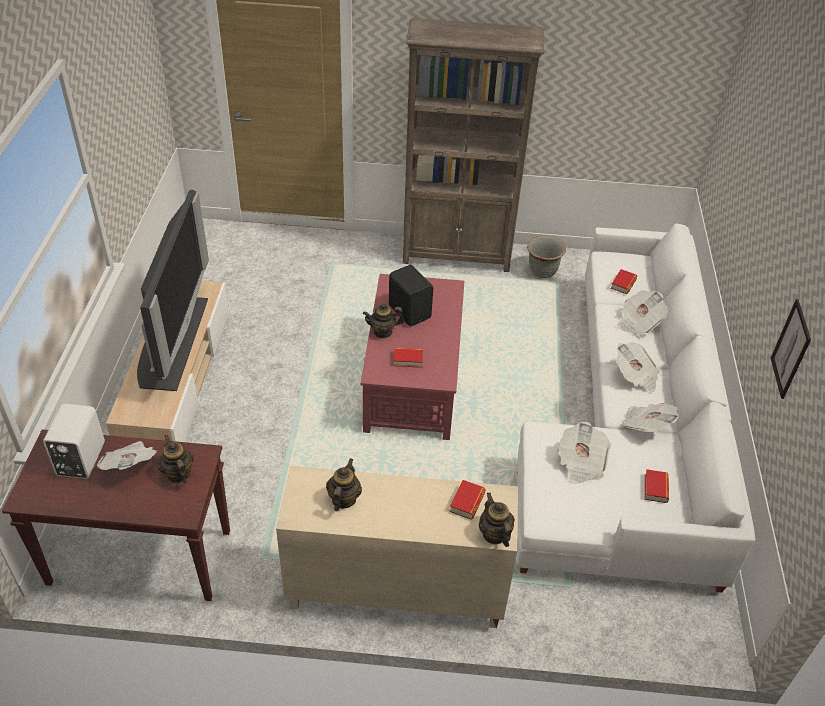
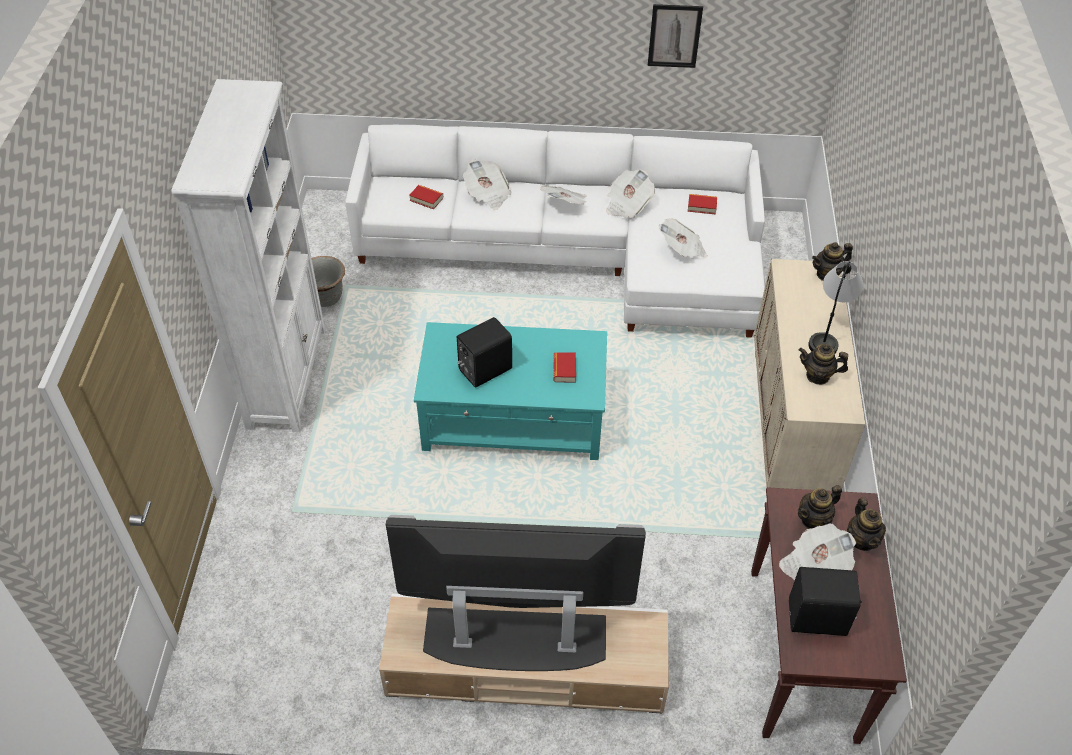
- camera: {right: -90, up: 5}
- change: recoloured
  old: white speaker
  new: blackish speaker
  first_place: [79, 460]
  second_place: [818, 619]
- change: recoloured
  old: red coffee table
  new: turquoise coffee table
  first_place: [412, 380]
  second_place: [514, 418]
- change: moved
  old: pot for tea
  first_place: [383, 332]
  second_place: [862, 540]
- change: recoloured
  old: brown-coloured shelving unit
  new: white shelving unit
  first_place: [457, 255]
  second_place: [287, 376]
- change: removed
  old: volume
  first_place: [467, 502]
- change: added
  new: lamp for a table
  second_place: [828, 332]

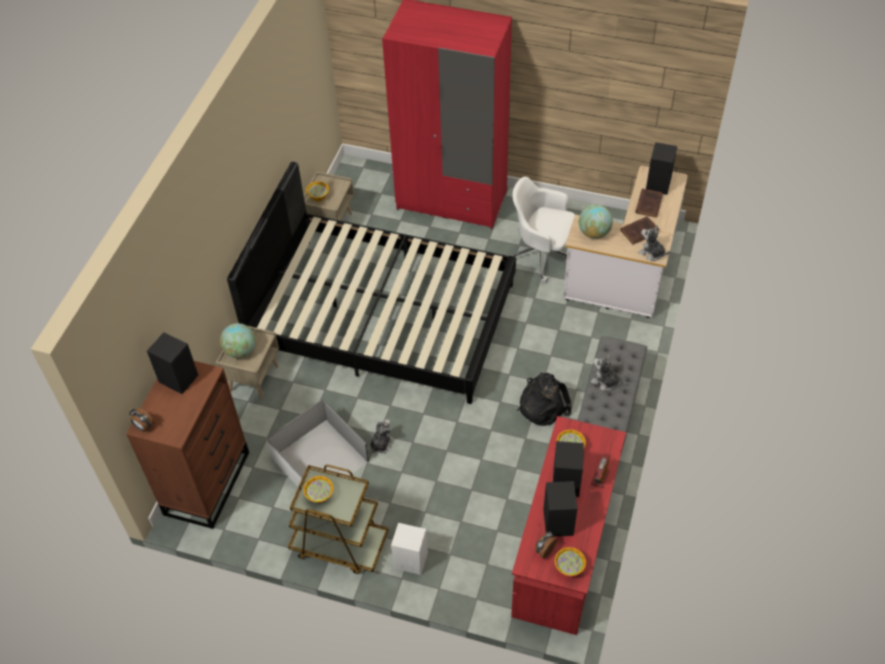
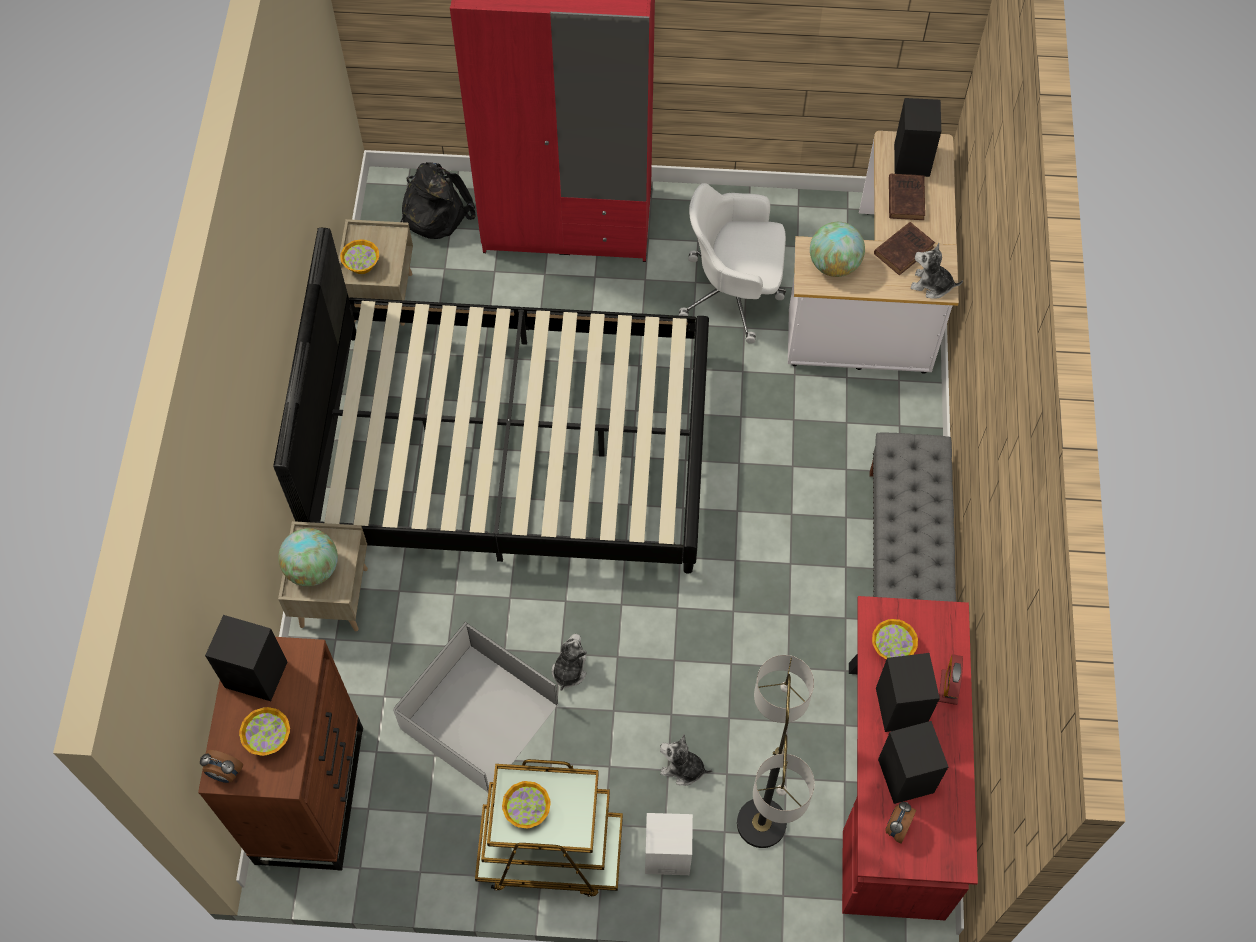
- camera: {right: -15, up: 10}
- change: moved
  old: blackish rucksack
  first_place: [542, 405]
  second_place: [434, 211]
- change: moved
  old: bowl
  first_place: [569, 567]
  second_place: [269, 738]
- change: moved
  old: soft toy
  first_place: [605, 382]
  second_place: [682, 768]
- change: added
  new: standing lamp
  second_place: [761, 823]

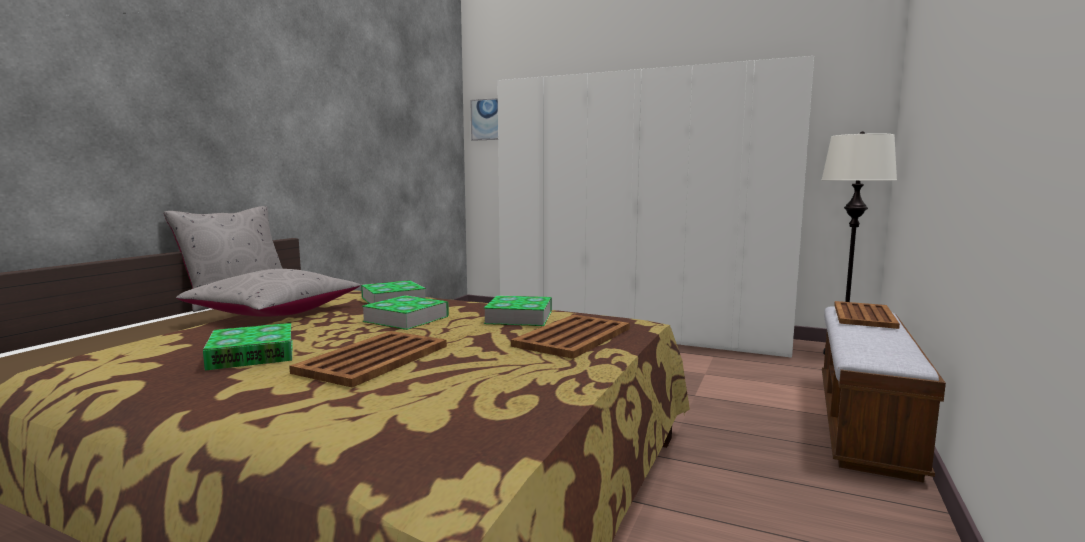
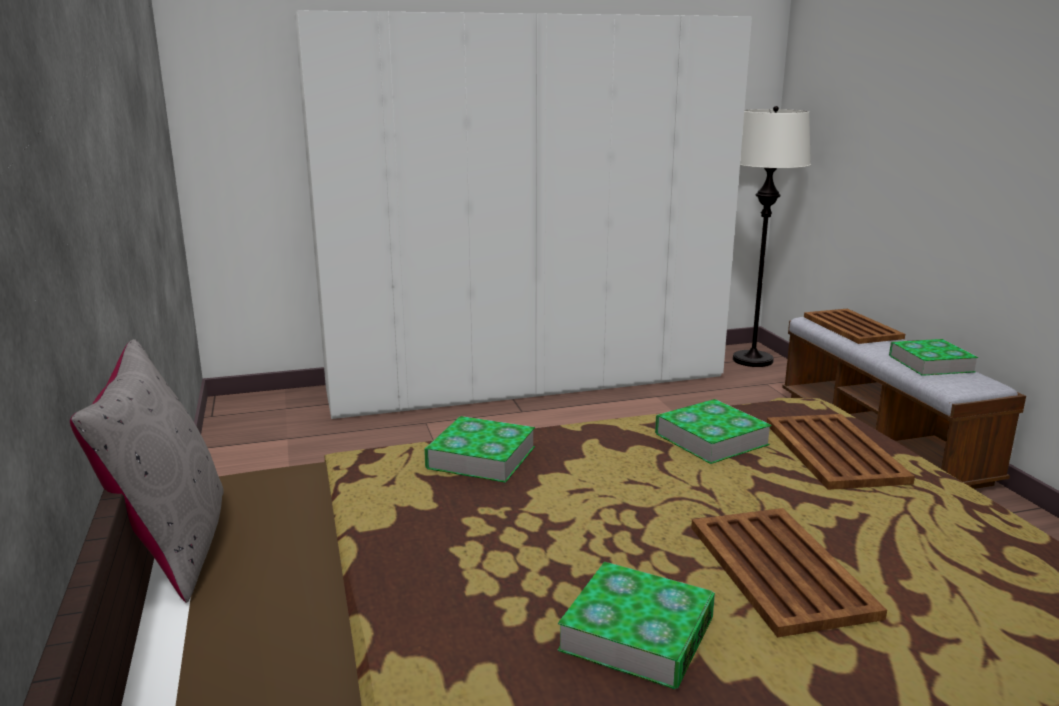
- camera: {right: -40, up: 10}
- change: removed
  old: greyish cushion
  first_place: [274, 312]
- change: moved
  old: volume
  first_place: [406, 319]
  second_place: [931, 363]
- change: removed
  old: wall picture
  first_place: [489, 119]

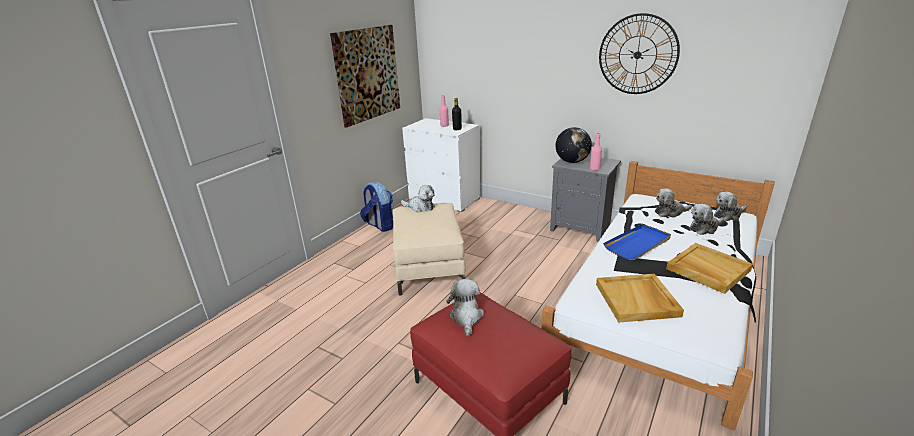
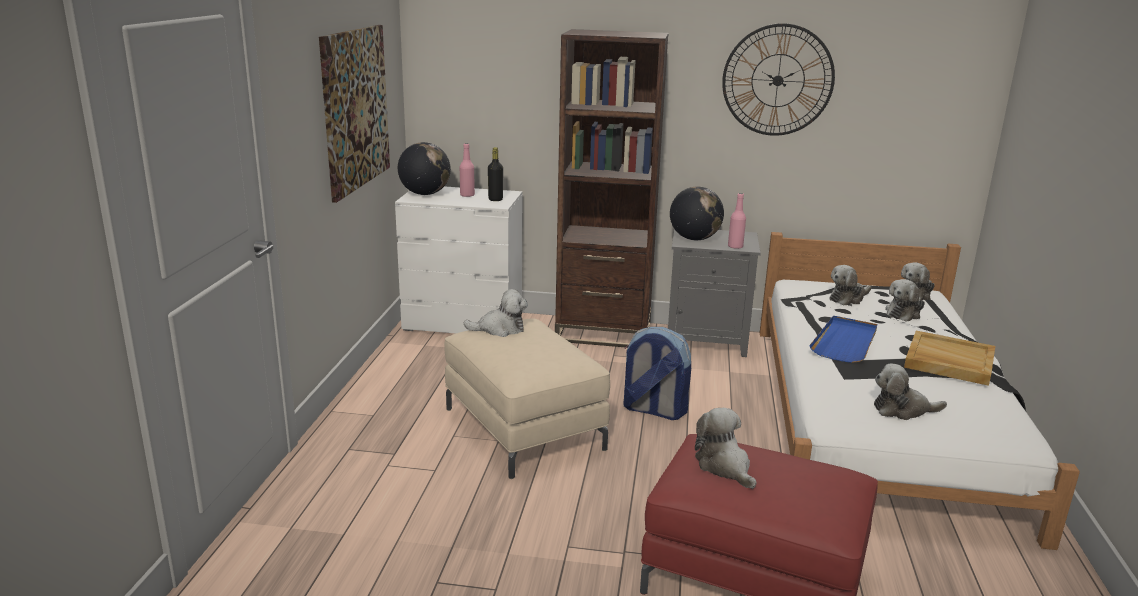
- camera: {right: -25, up: -5}
- change: moved
  old: rucksack
  first_place: [379, 225]
  second_place: [653, 410]
- change: replaced
  old: sand-coloured tray
  new: soft toy
  first_place: [637, 300]
  second_place: [902, 410]
- change: added
  new: world globe
  second_place: [425, 194]
- change: added
  new: brown-coloured shelving unit
  second_place: [603, 332]

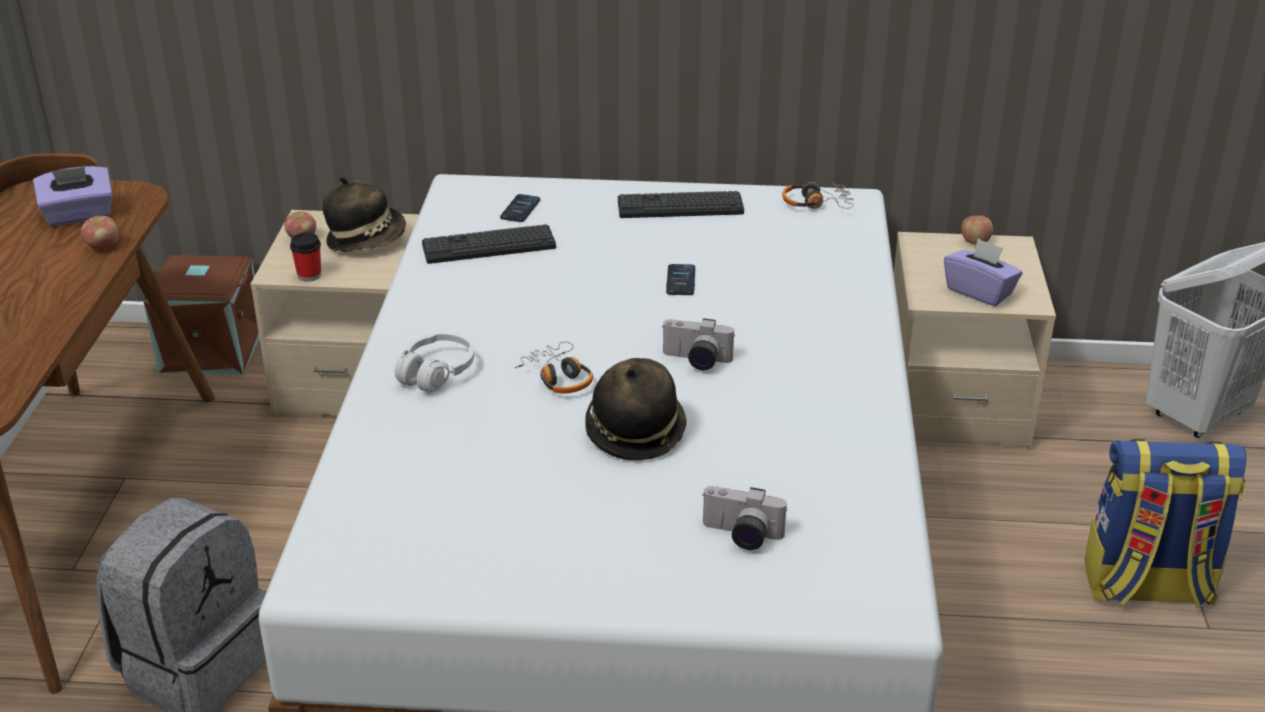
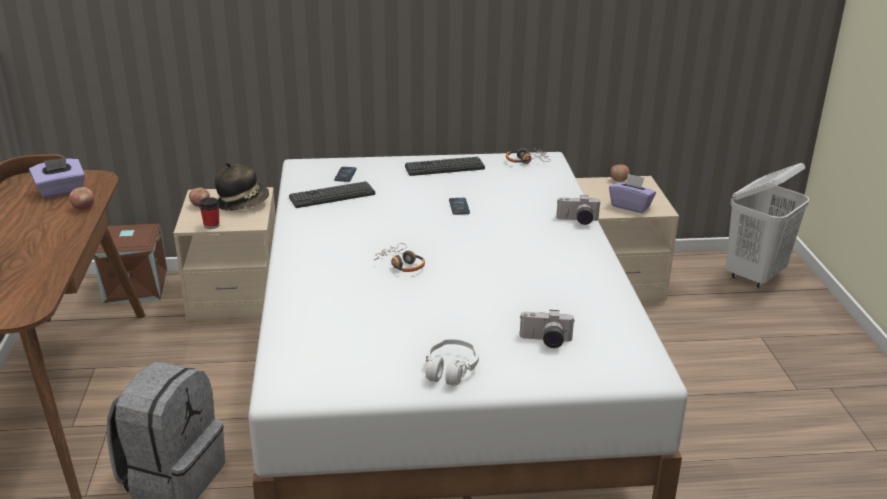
- camera: {right: -10, up: -5}
- change: moved
  old: white headphones
  first_place: [436, 373]
  second_place: [450, 370]
- change: removed
  old: wearable hat
  first_place: [635, 431]
- change: moved
  old: still camera
  first_place: [695, 361]
  second_place: [577, 221]
- change: removed
  old: rucksack
  first_place: [1146, 587]

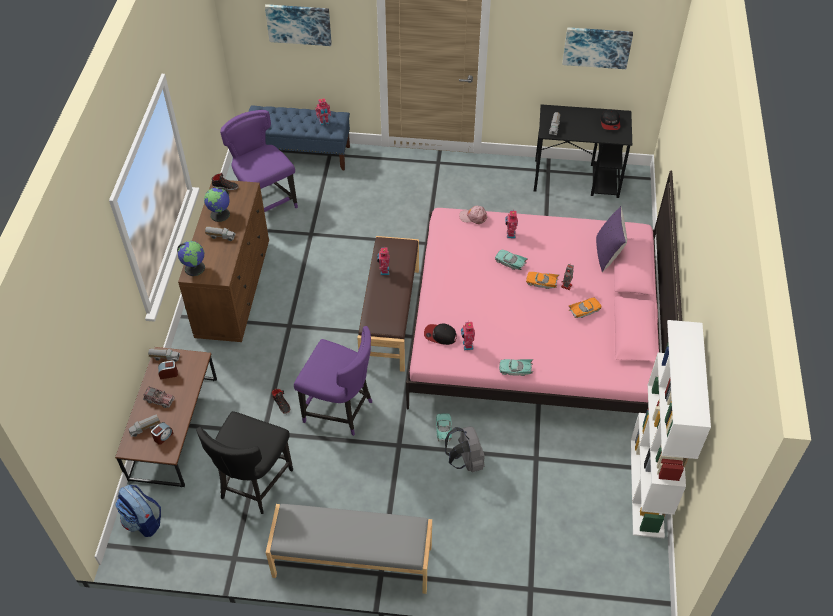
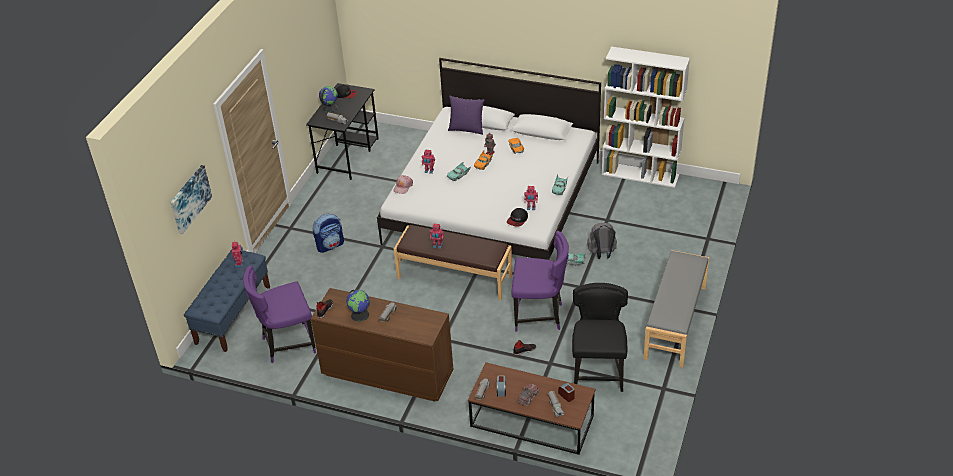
- camera: {right: -75, up: -10}
- change: moved
  old: rucksack
  first_place: [143, 521]
  second_place: [330, 245]
- change: moved
  old: world globe
  first_place: [195, 268]
  second_place: [329, 108]
- change: turned
  old: blackish plain chair
  first_place: [253, 484]
  second_place: [598, 372]
  degrees: -120
- change: turned
  old: purple plain chair
  first_place: [340, 410]
  second_place: [539, 316]
  degrees: 60
- change: recoloured
  old: pinkish sleeping bed
  new: white sleeping bed
  first_place: [535, 330]
  second_place: [493, 202]
- change: removed
  old: wall picture
  first_place: [597, 47]

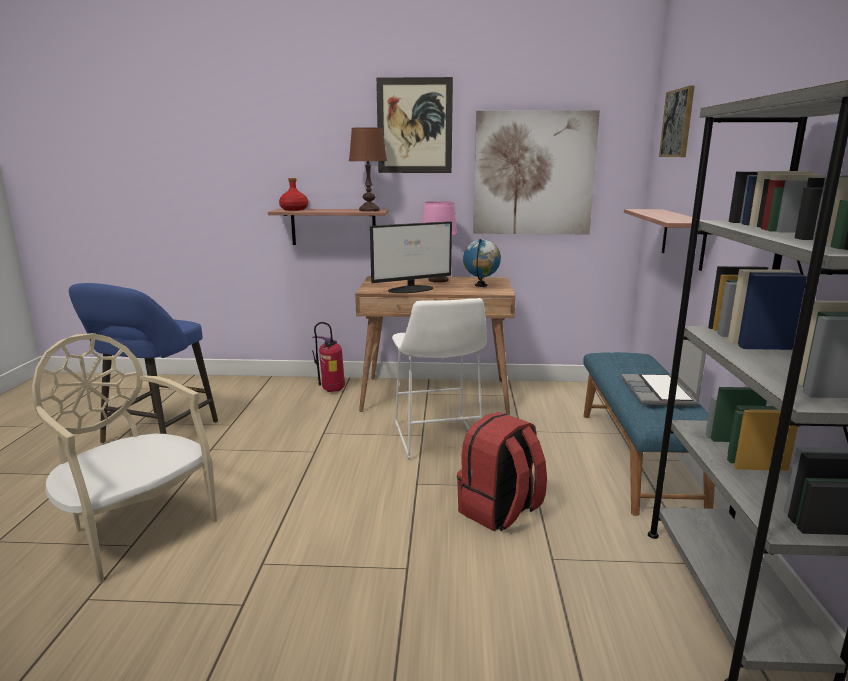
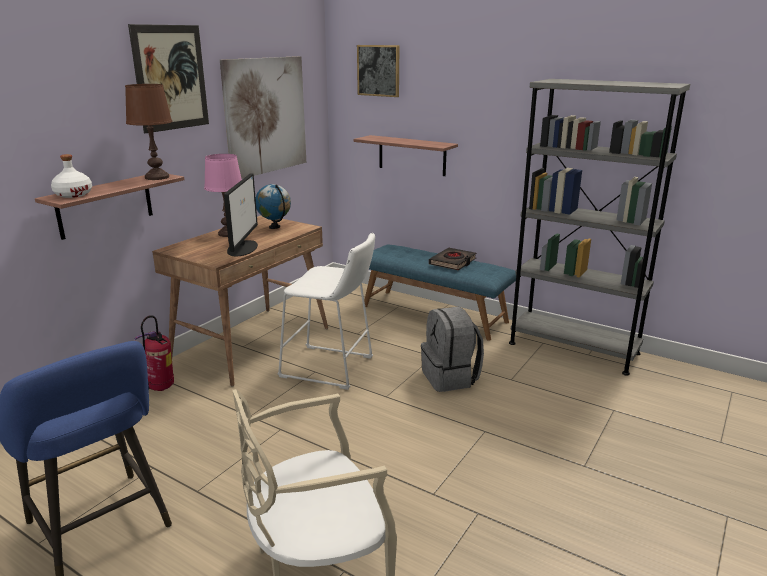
- camera: {right: -60, up: 5}
- change: recoloured
  old: red bottle
  new: white bottle
  first_place: [294, 209]
  second_place: [73, 194]
- change: recoloured
  old: red rucksack
  new: greyish rucksack
  first_place: [500, 511]
  second_place: [450, 378]
- change: replaced
  old: laptop
  new: blackish volume
  first_place: [659, 392]
  second_place: [453, 262]

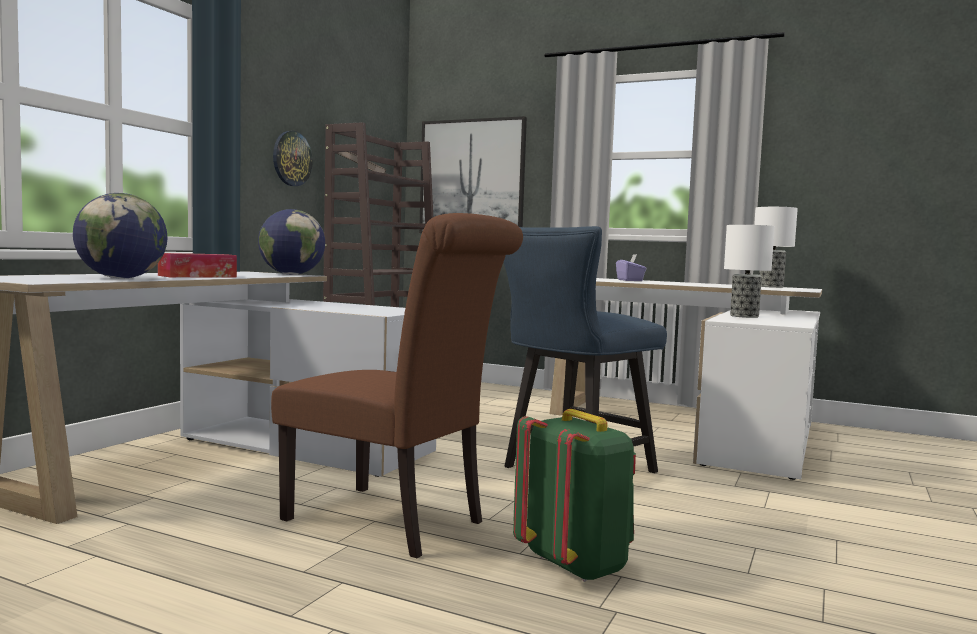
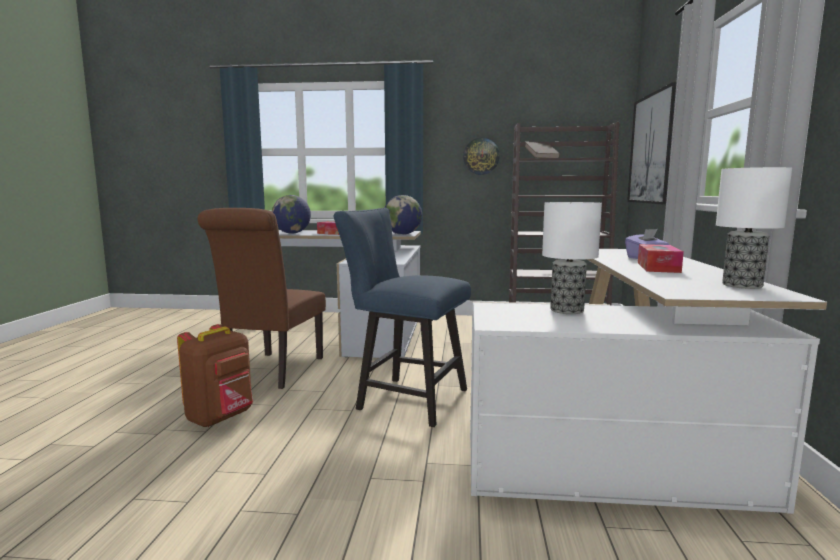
- camera: {right: 70, up: 5}
- change: recoloured
  old: green rucksack
  new: brown-coloured rucksack
  first_place: [575, 564]
  second_place: [221, 418]
- change: added
  new: tissue holder
  second_place: [658, 267]

